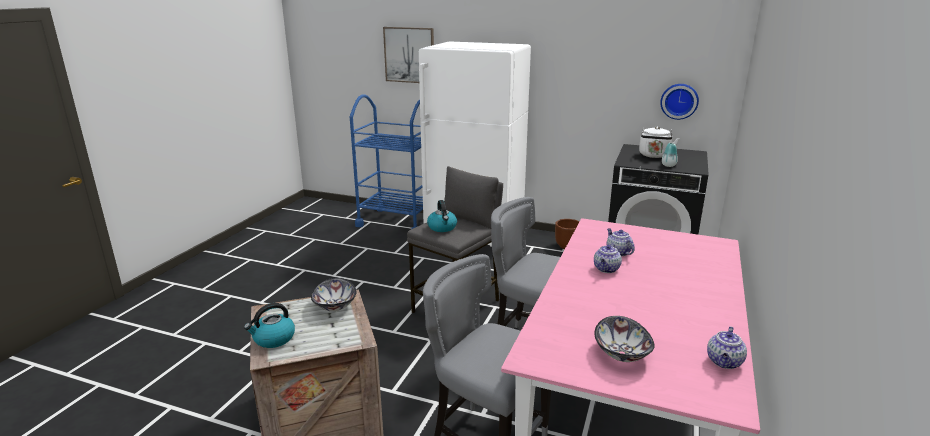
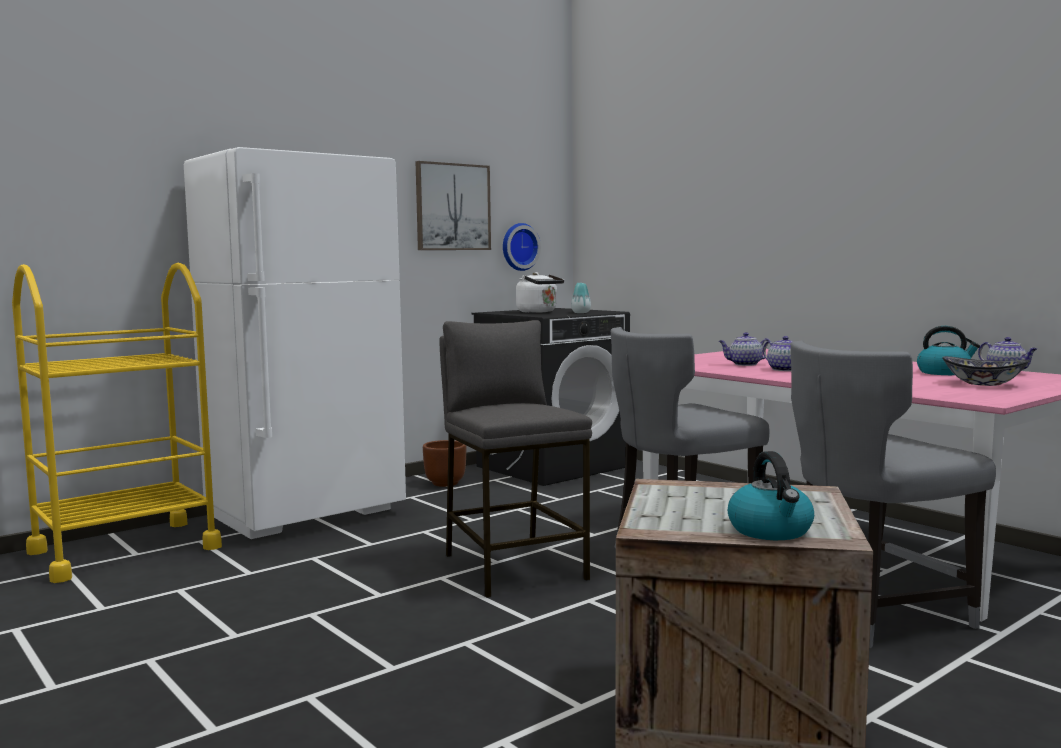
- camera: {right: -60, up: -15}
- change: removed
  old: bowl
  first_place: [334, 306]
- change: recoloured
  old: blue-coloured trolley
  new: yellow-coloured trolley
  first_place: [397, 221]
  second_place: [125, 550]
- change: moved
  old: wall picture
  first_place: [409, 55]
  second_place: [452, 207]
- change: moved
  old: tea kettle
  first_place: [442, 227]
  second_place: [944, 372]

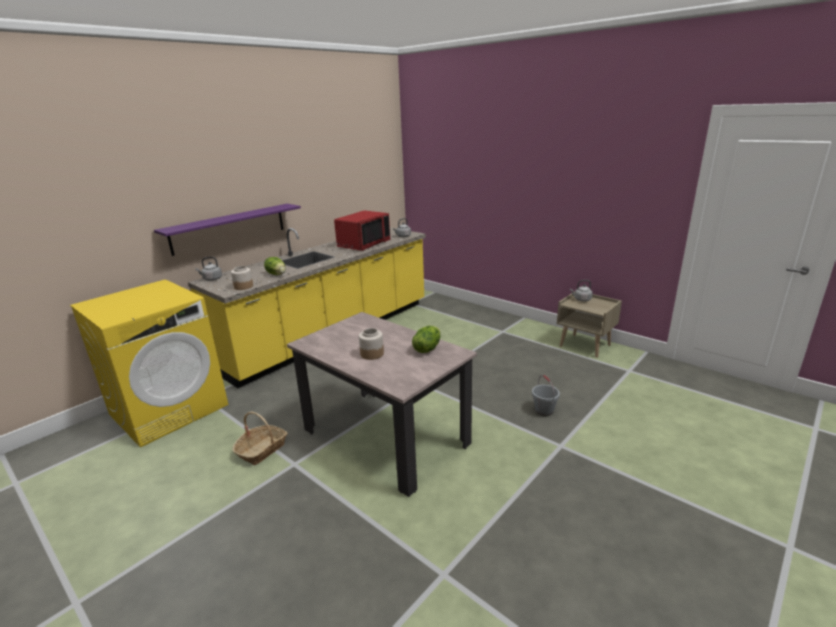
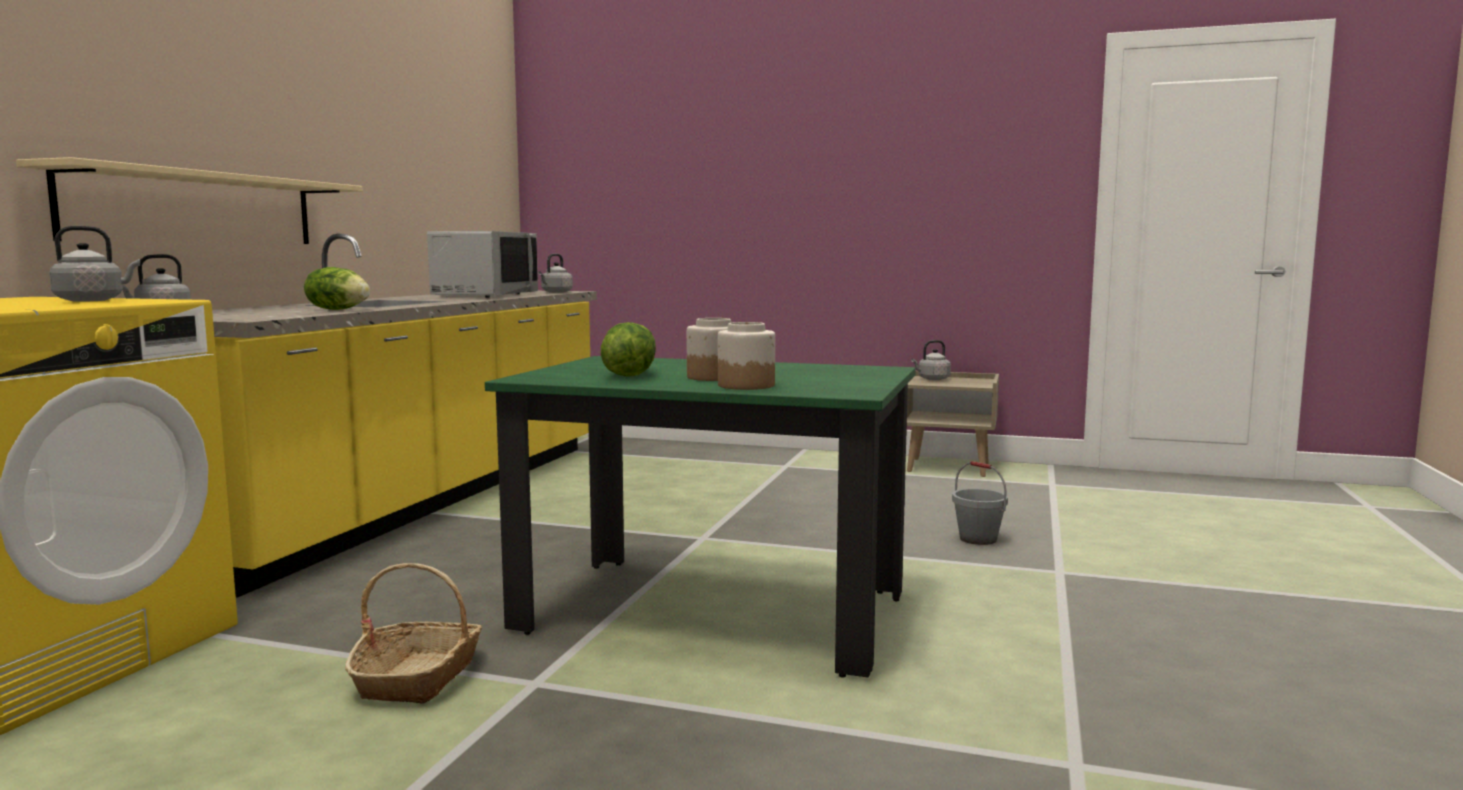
- camera: {right: -25, up: -15}
- change: recoloured
  old: purple shelf
  new: sand-coloured shelf
  first_place: [229, 228]
  second_place: [196, 209]
- change: moved
  old: preserve jar
  first_place: [244, 286]
  second_place: [746, 385]
- change: recoloured
  old: sand-coloured dining table
  new: green dining table
  first_place: [385, 437]
  second_place: [713, 611]
- change: recoloured
  old: red microwave
  new: greyish microwave
  first_place: [363, 244]
  second_place: [484, 296]
- change: moved
  old: head of lettuce
  first_place: [427, 348]
  second_place: [628, 375]
- change: added
  new: greyish tea kettle
  second_place: [93, 300]

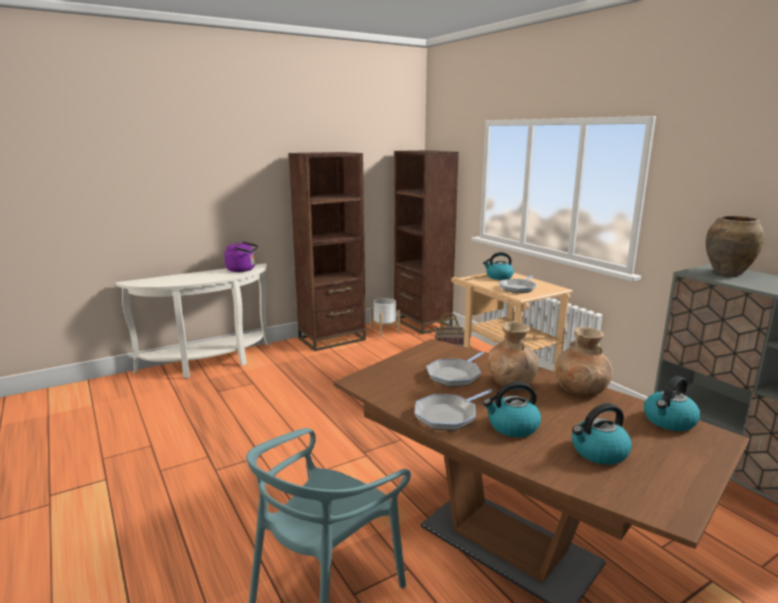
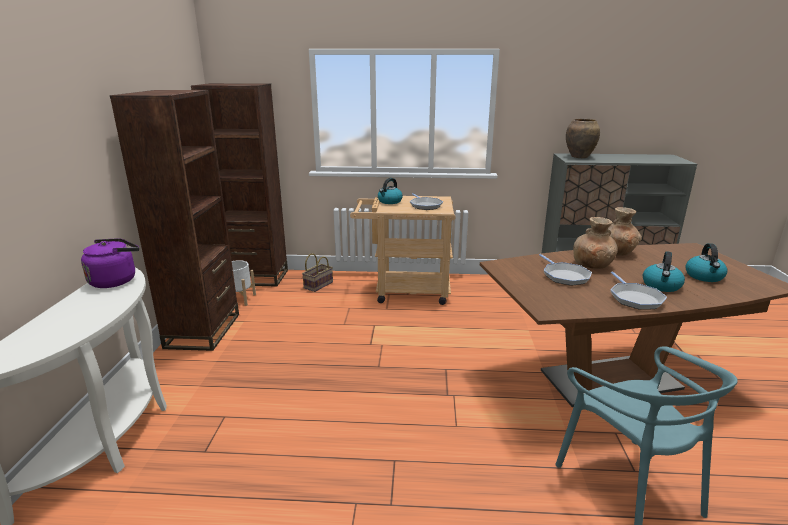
- camera: {right: -55, up: 5}
- change: removed
  old: tea kettle
  first_place: [669, 421]

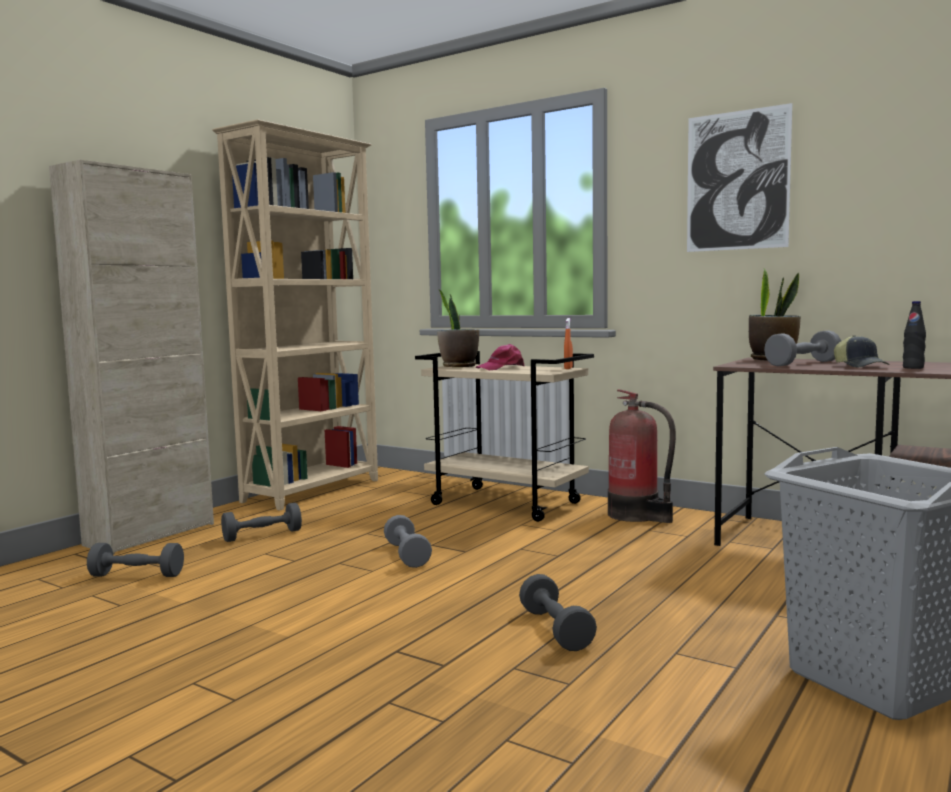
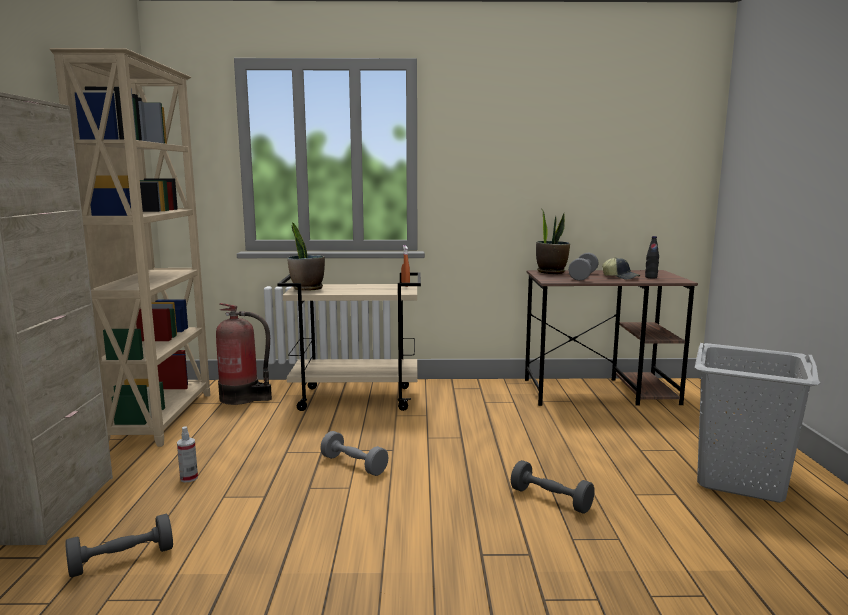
- camera: {right: -35, up: 5}
- change: replaced
  old: greyish free weight
  new: sprayer
  first_place: [262, 535]
  second_place: [189, 478]
- change: removed
  old: pinkish peaked cap
  first_place: [501, 368]
- change: moved
  old: fire-fighting cylinder
  first_place: [637, 515]
  second_place: [243, 398]
- change: removed
  old: wall picture
  first_place: [737, 181]

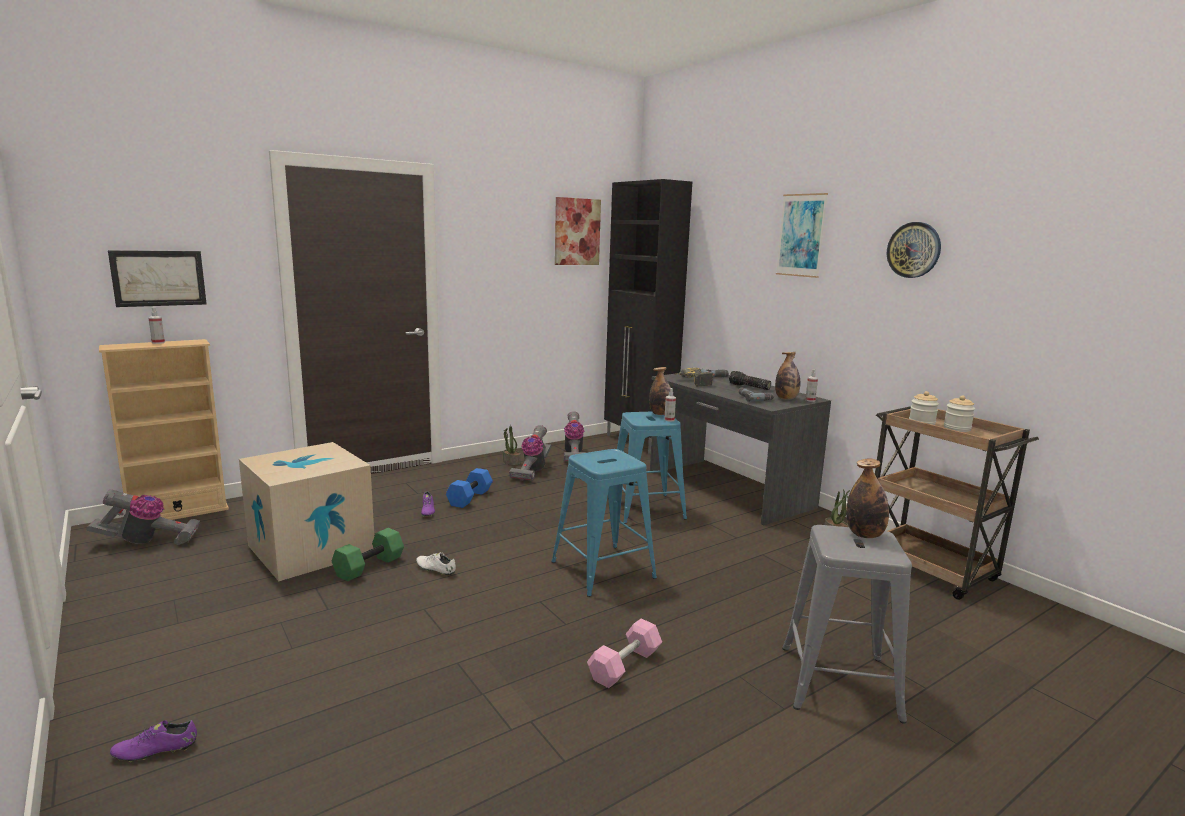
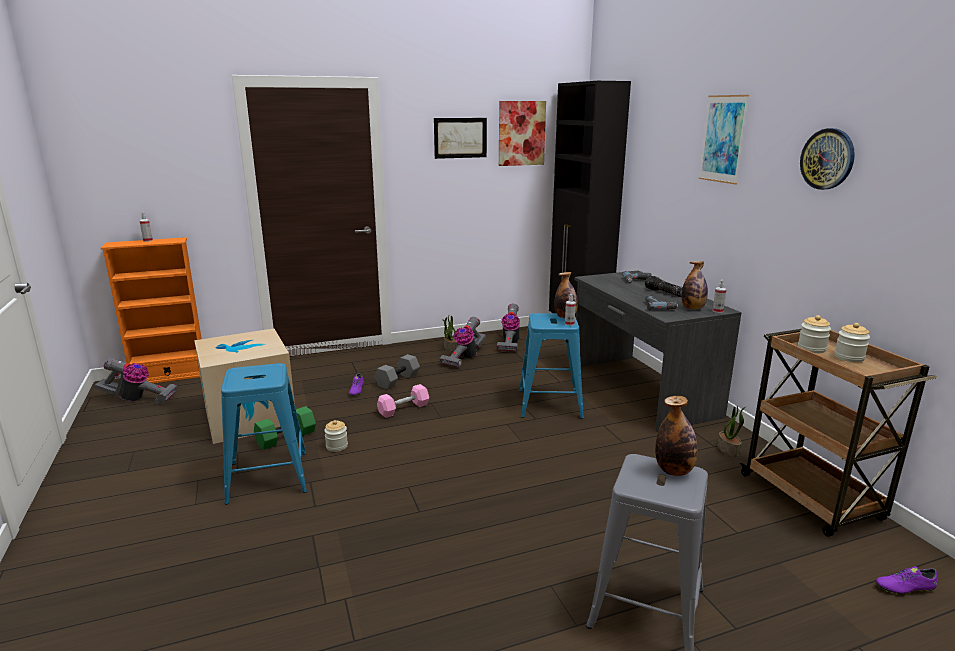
- camera: {right: 15, up: 5}
- change: recoloured
  old: sand-coloured shelving unit
  new: orangey shelving unit
  first_place: [178, 513]
  second_place: [169, 376]
- change: moved
  old: wall picture
  first_place: [159, 278]
  second_place: [460, 138]
- change: moved
  old: purple low shoe
  first_place: [155, 750]
  second_place: [905, 588]
- change: replaced
  old: white low shoe
  new: preserve jar
  first_place: [435, 569]
  second_place: [337, 446]
- change: recoloured
  old: blue-coloured free weight
  new: greyish free weight
  first_place: [470, 498]
  second_place: [398, 381]
- change: moved
  old: blue-coloured sitting stool
  first_place: [602, 570]
  second_place: [267, 477]
- change: moved
  old: pinkish free weight
  first_place: [624, 665]
  second_place: [403, 409]
- change: removed
  old: drill
  first_place: [692, 382]

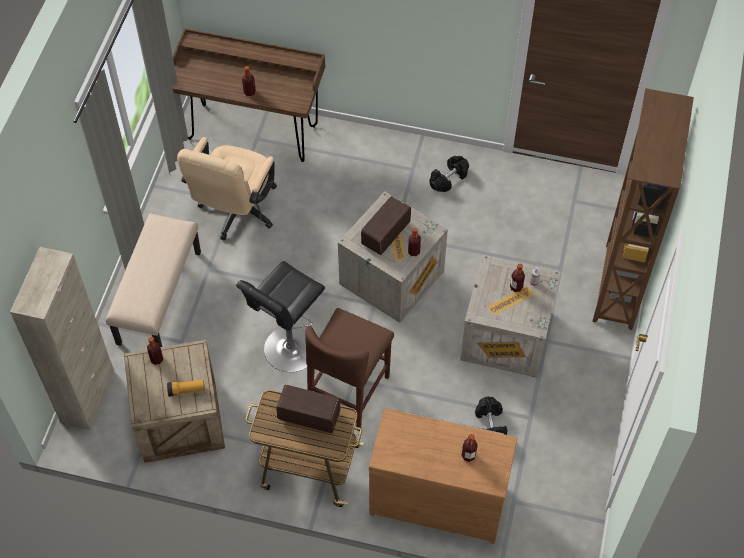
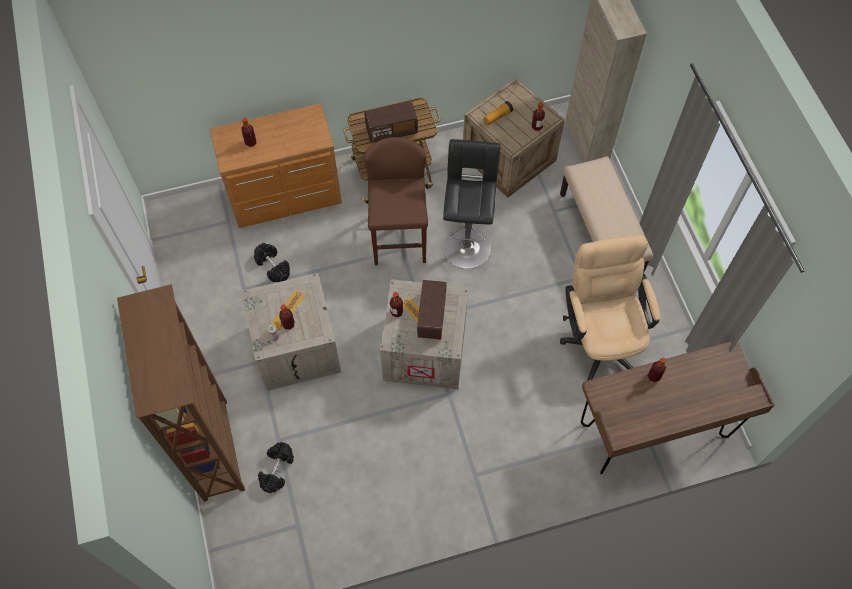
- camera: {right: 150, up: 5}
- change: moved
  old: blackish free weight
  first_place: [448, 179]
  second_place: [277, 470]

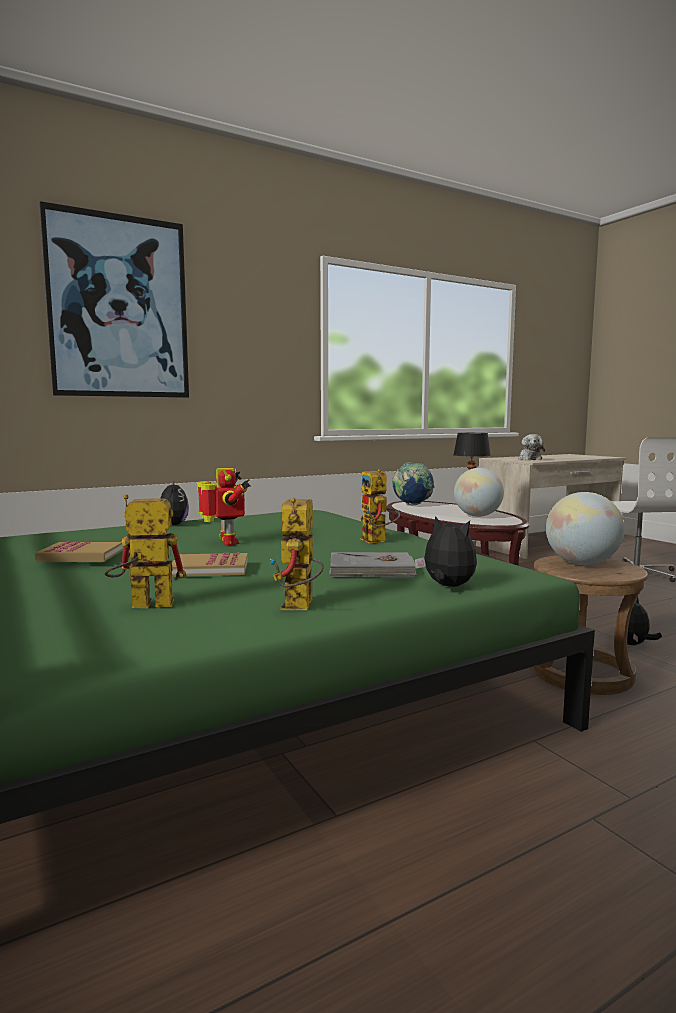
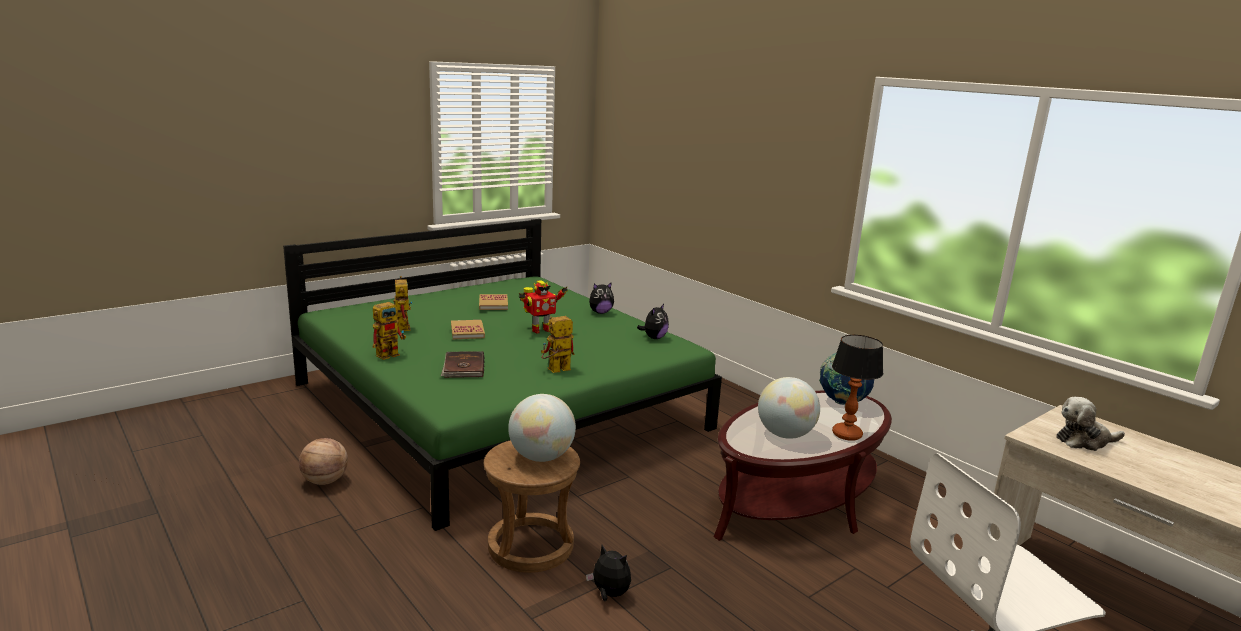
- camera: {right: 80, up: 10}
- change: removed
  old: wall picture
  first_place: [119, 307]
- change: turned
  old: toy robot
  first_place: [300, 608]
  second_place: [390, 353]
  degrees: 135
- change: recoloured
  old: greyish volume
  new: brown-coloured volume
  first_place: [372, 569]
  second_place: [463, 367]
- change: moved
  old: soft toy
  first_place: [447, 586]
  second_place: [654, 338]
- change: added
  new: basketball
  second_place: [325, 481]

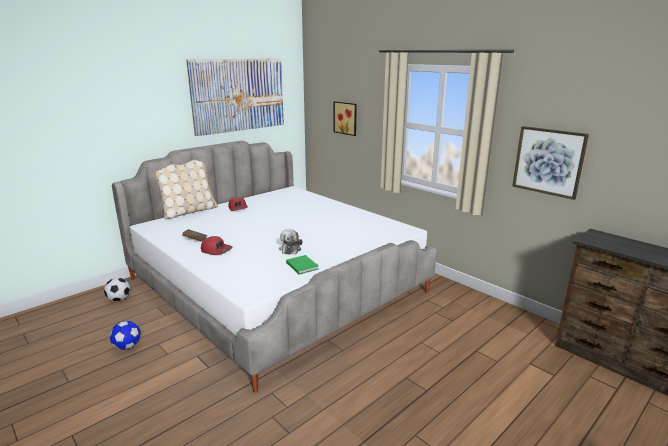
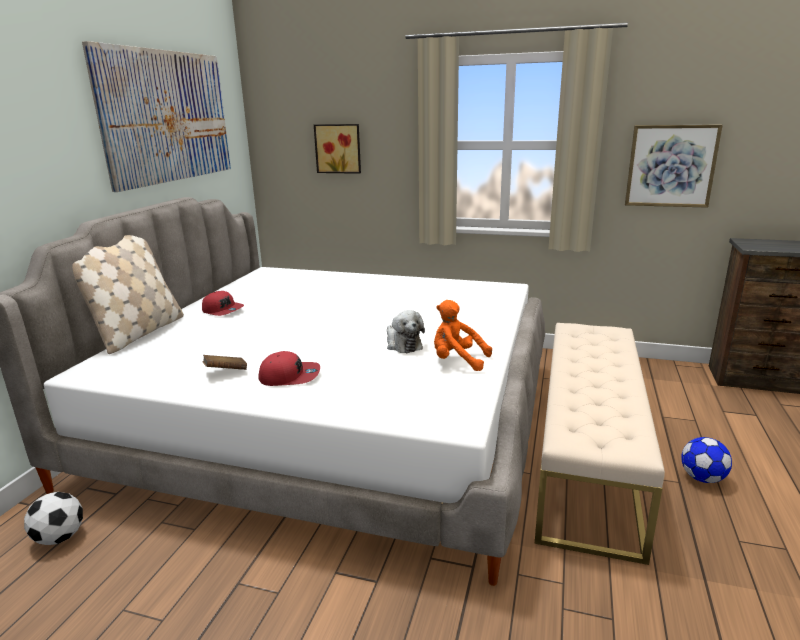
- camera: {right: -30, up: 0}
- change: moved
  old: football
  first_place: [127, 346]
  second_place: [702, 478]
- change: replaced
  old: green volume
  new: orangey soft toy
  first_place: [302, 265]
  second_place: [457, 361]
- change: added
  new: sand-coloured long seat
  second_place: [587, 454]

